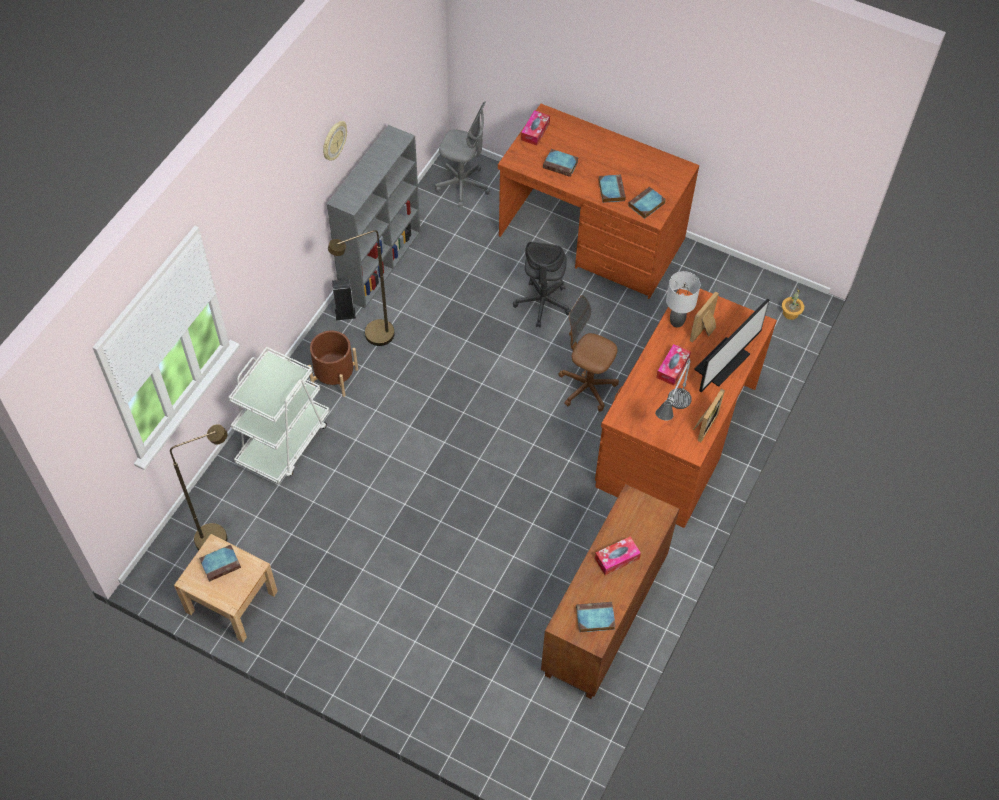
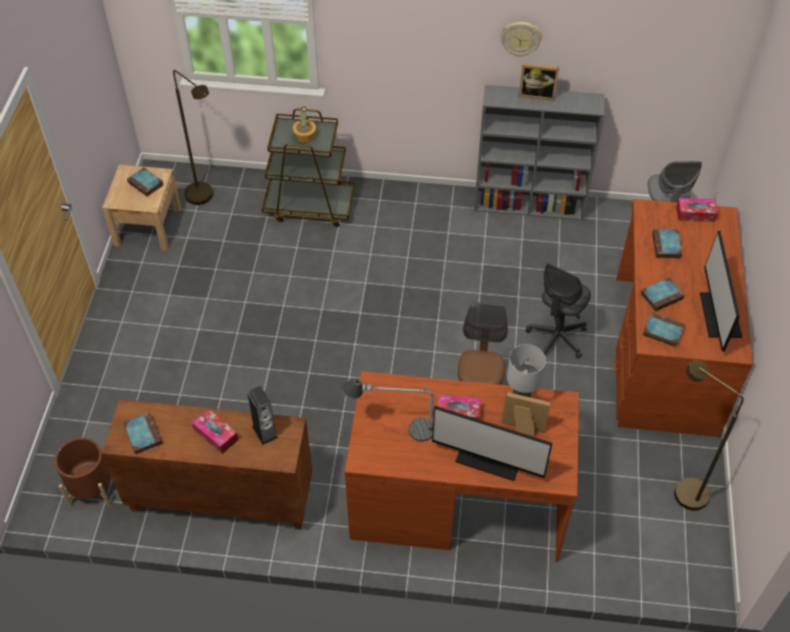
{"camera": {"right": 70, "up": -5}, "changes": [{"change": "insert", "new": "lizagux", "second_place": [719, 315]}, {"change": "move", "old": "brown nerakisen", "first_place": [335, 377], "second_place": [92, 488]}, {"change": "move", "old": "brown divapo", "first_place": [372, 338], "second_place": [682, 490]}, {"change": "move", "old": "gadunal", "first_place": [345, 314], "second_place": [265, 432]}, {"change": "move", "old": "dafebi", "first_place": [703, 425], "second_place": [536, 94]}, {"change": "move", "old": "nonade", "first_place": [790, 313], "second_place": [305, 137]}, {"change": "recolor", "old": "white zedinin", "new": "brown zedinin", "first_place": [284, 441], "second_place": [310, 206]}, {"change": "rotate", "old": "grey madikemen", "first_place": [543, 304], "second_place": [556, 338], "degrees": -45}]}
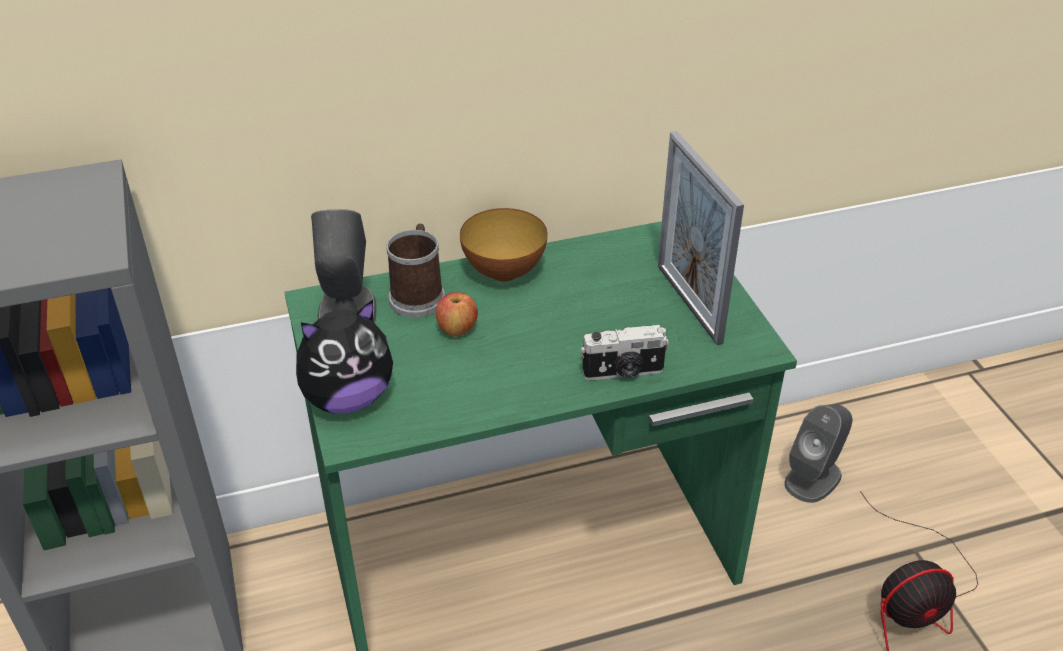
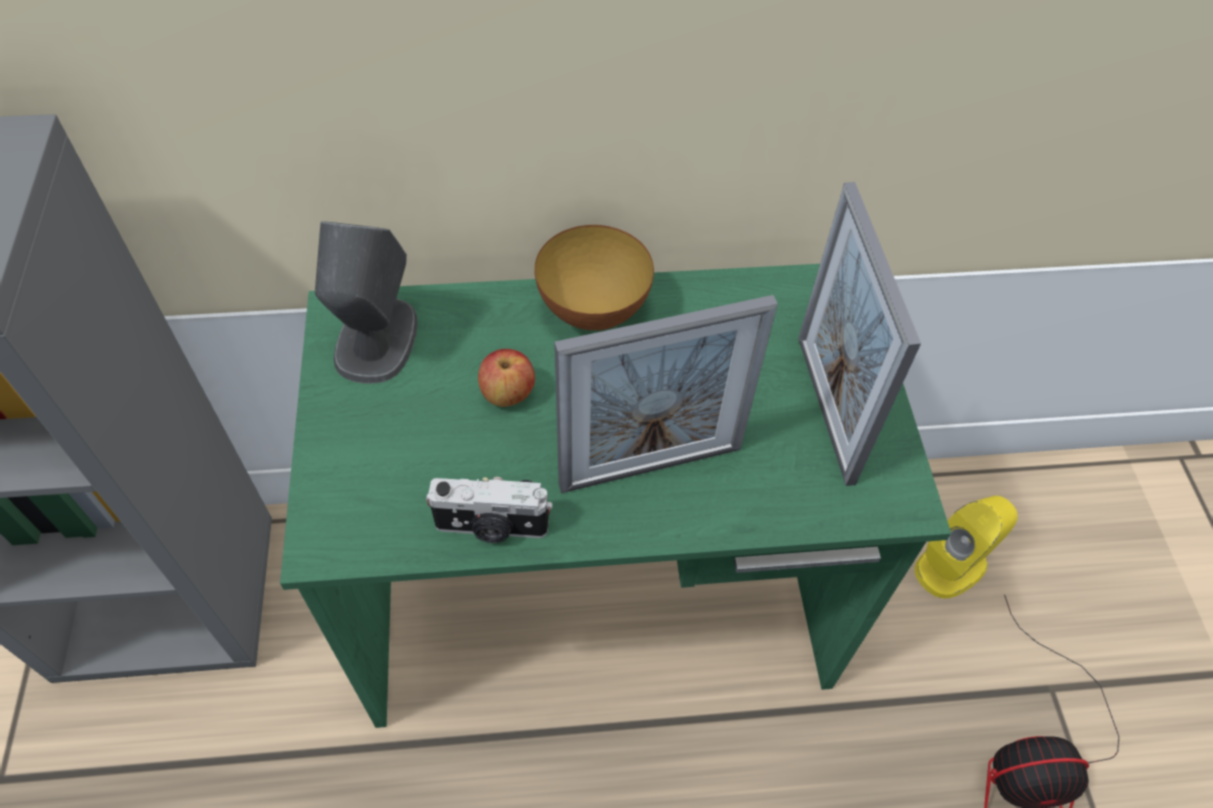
{"camera": {"right": 10, "up": 15}, "changes": [{"change": "delete", "old": "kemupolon", "first_place": [347, 398]}, {"change": "delete", "old": "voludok", "first_place": [418, 295]}, {"change": "insert", "new": "dafebi", "second_place": [650, 467]}, {"change": "move", "old": "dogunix", "first_place": [623, 372], "second_place": [491, 527]}, {"change": "recolor", "old": "grey gadunal", "new": "yellow gadunal", "first_place": [813, 478], "second_place": [951, 566]}]}
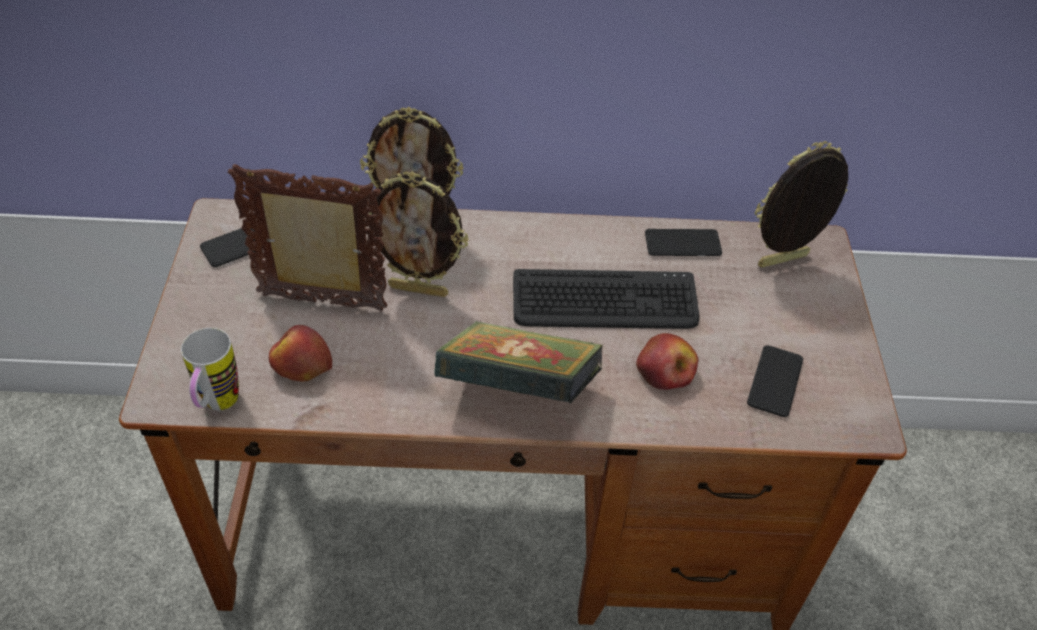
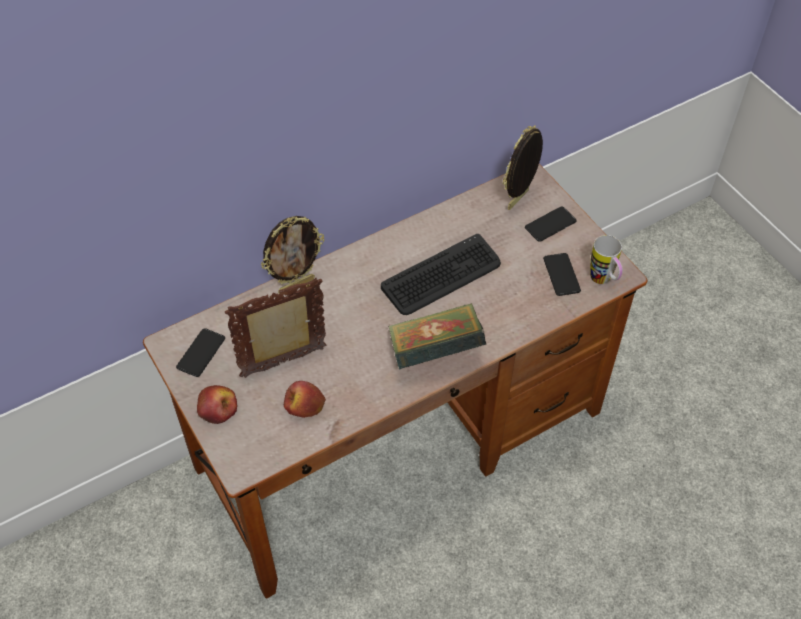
{"camera": {"right": -30, "up": 5}, "changes": [{"change": "delete", "old": "dafebi", "first_place": [419, 289]}, {"change": "move", "old": "voludok", "first_place": [217, 406], "second_place": [604, 281]}, {"change": "move", "old": "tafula", "first_place": [665, 370], "second_place": [218, 408]}, {"change": "move", "old": "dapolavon", "first_place": [682, 244], "second_place": [550, 224]}]}
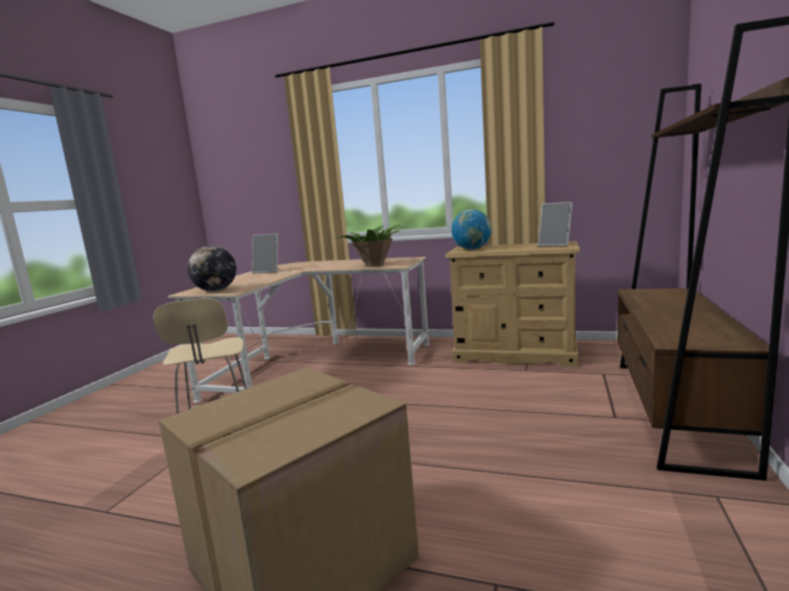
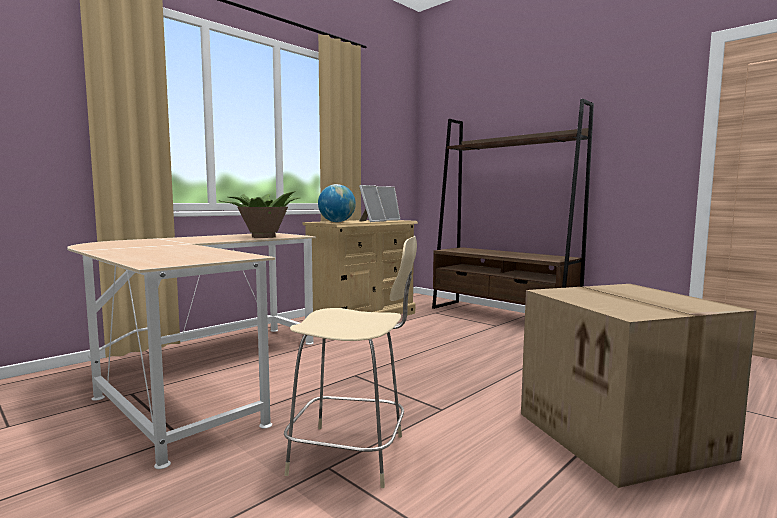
{"camera": {"right": -65, "up": -5}, "changes": [{"change": "delete", "old": "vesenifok", "first_place": [216, 290]}, {"change": "move", "old": "dafebi", "first_place": [268, 271], "second_place": [371, 221]}]}
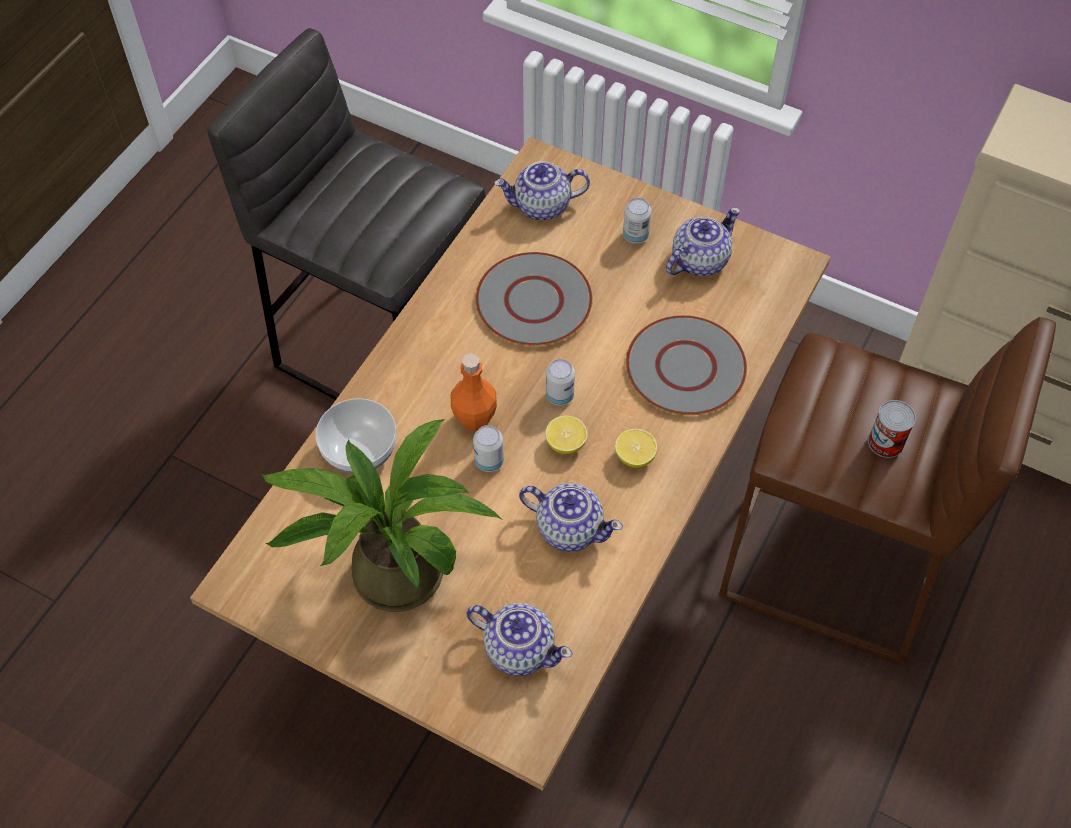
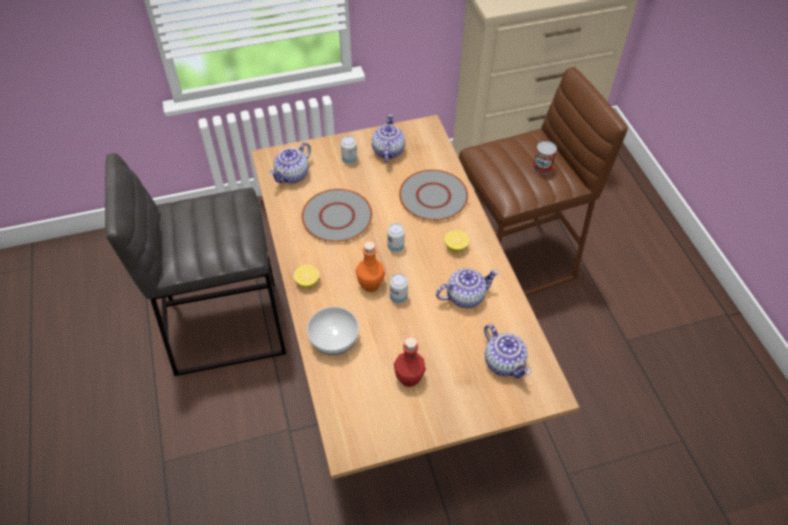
{"camera": {"right": -45, "up": -5}, "changes": [{"change": "move", "old": "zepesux", "first_place": [566, 443], "second_place": [307, 282]}, {"change": "replace", "old": "nonade", "new": "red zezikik", "first_place": [388, 567], "second_place": [409, 378]}, {"change": "rotate", "old": "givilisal", "first_place": [519, 648], "second_place": [504, 361], "degrees": 75}]}
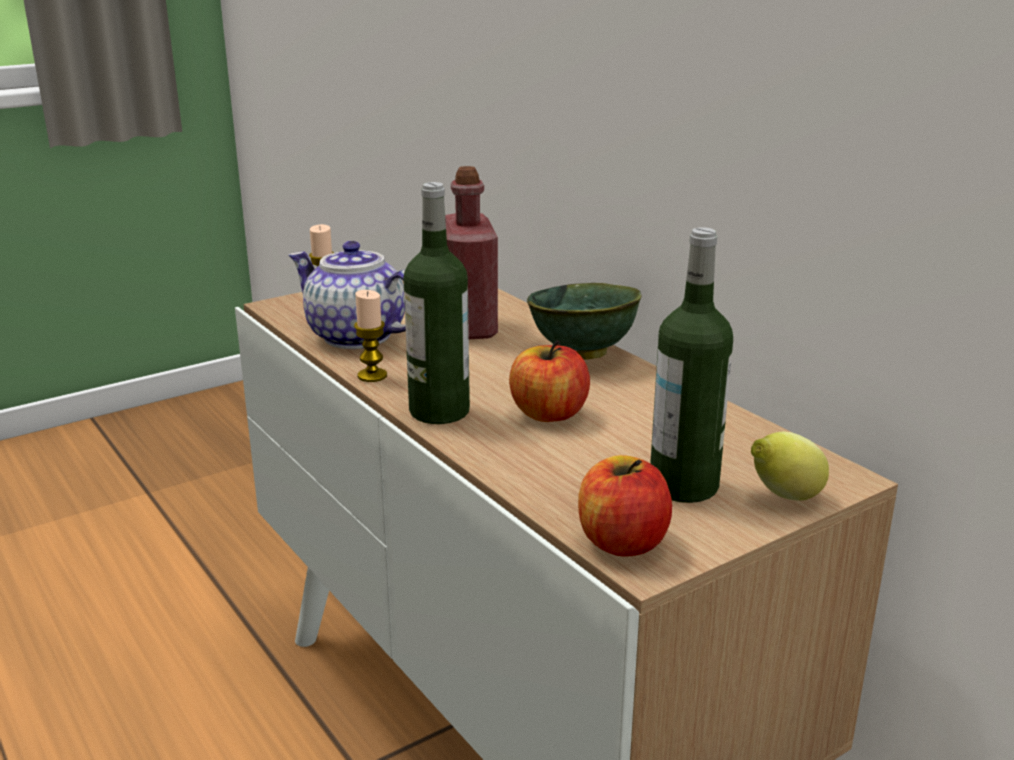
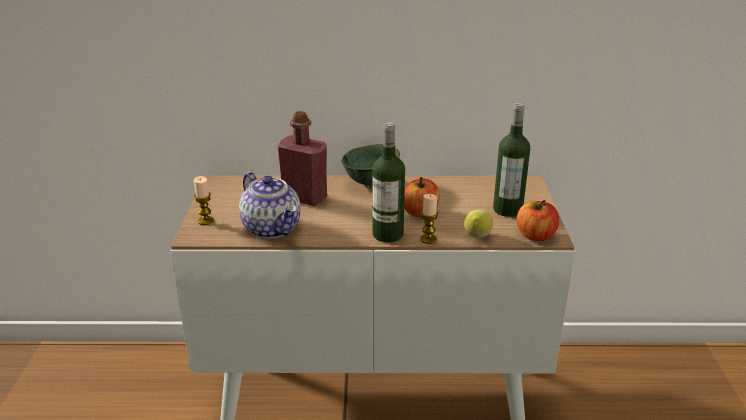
{"camera": {"right": -55, "up": 5}, "changes": [{"change": "move", "old": "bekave", "first_place": [372, 376], "second_place": [428, 239]}, {"change": "move", "old": "zepesux", "first_place": [783, 498], "second_place": [477, 238]}, {"change": "rotate", "old": "givilisal", "first_place": [355, 336], "second_place": [272, 228], "degrees": -105}]}
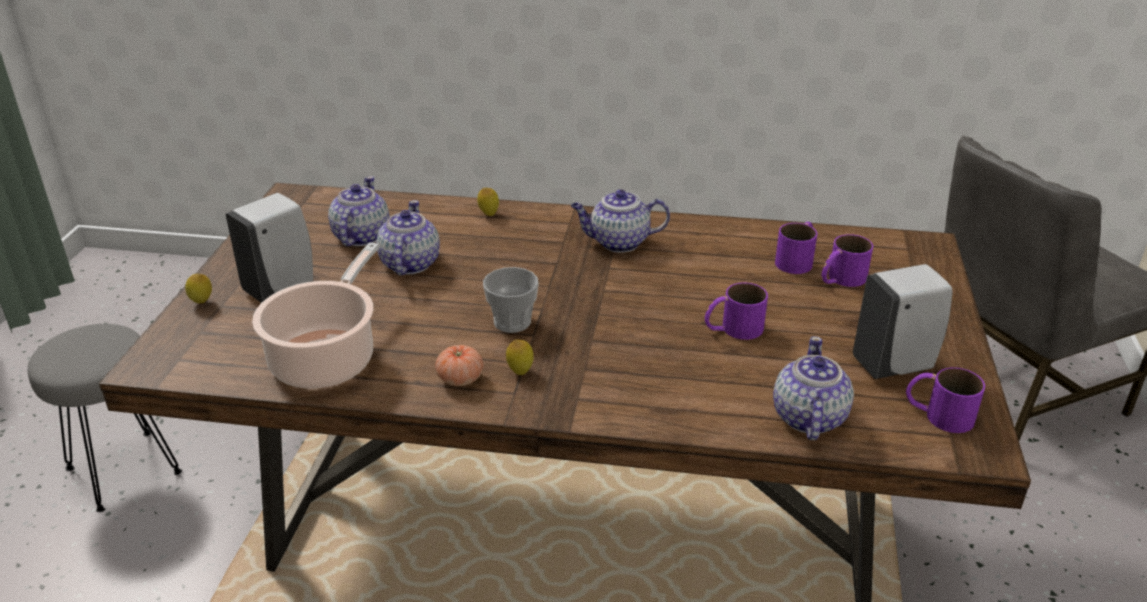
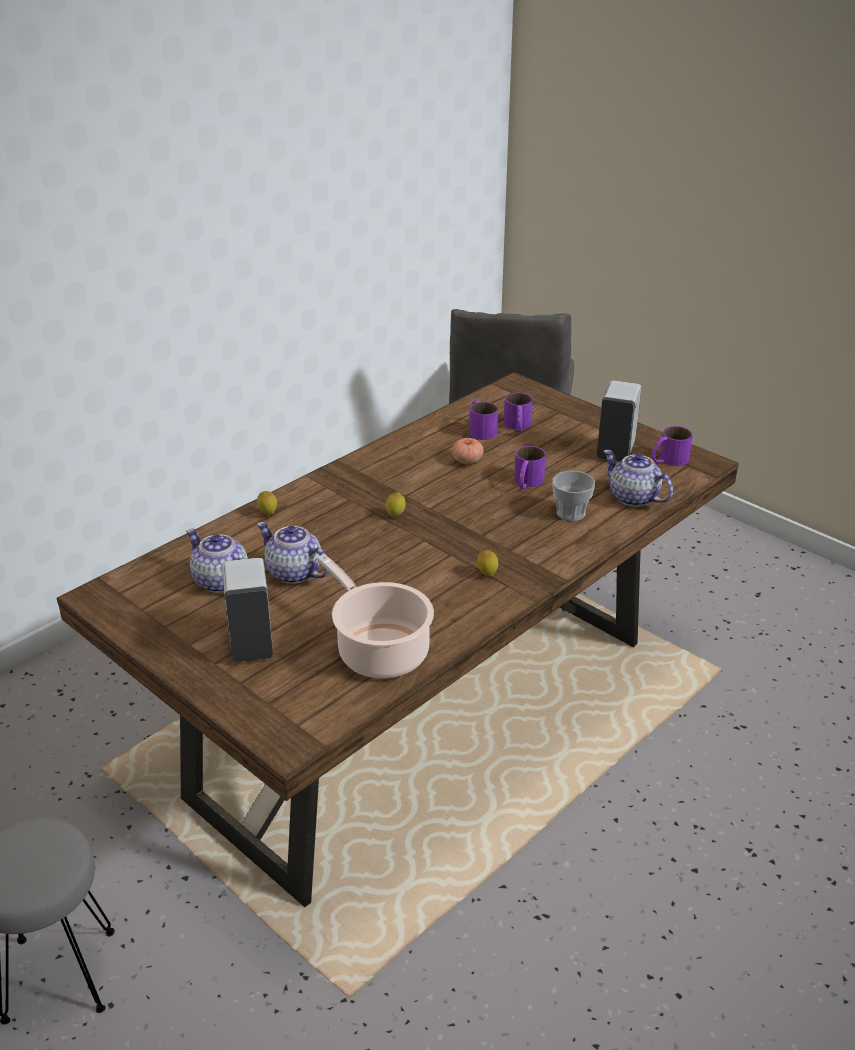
{"camera": {"right": -55, "up": 0}, "changes": [{"change": "delete", "old": "givilisal", "first_place": [618, 243]}, {"change": "move", "old": "zepesux", "first_place": [202, 303], "second_place": [395, 516]}, {"change": "move", "old": "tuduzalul", "first_place": [460, 379], "second_place": [467, 460]}, {"change": "move", "old": "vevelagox", "first_place": [512, 322], "second_place": [571, 513]}]}
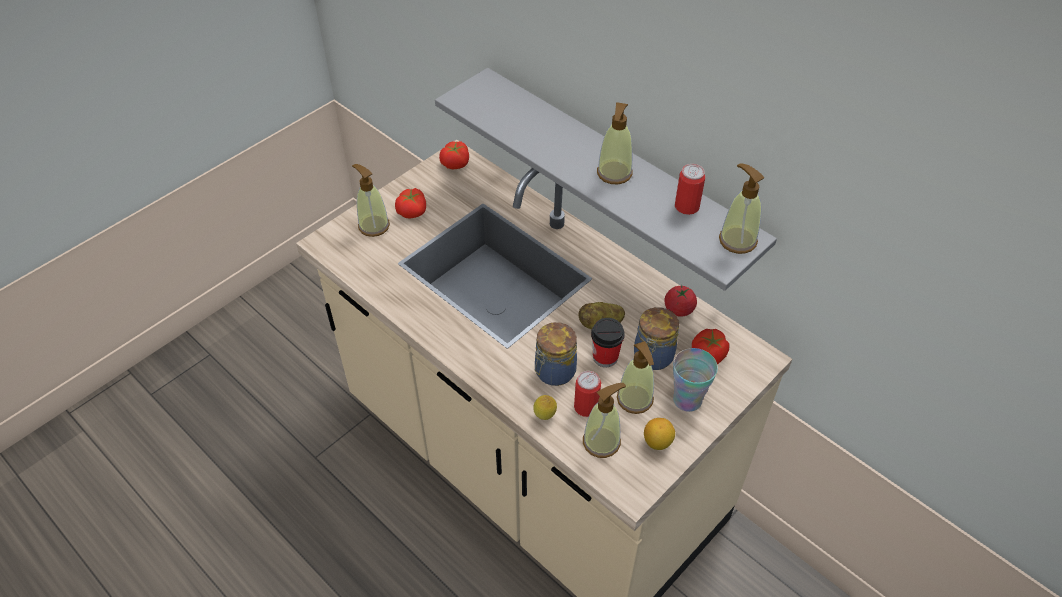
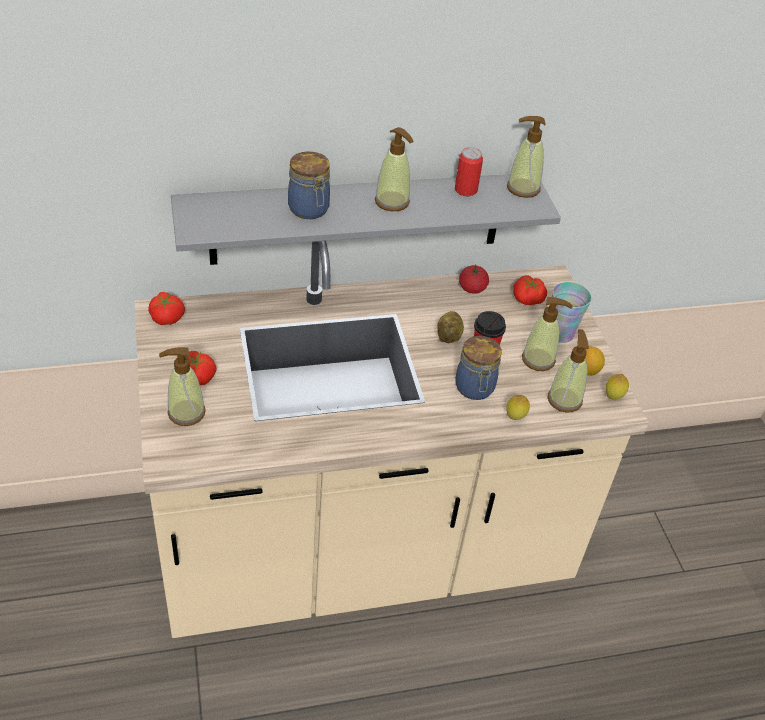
{"camera": {"right": -60, "up": -5}, "changes": [{"change": "delete", "old": "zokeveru", "first_place": [586, 407]}, {"change": "insert", "new": "zepesux", "second_place": [613, 397]}, {"change": "move", "old": "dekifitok", "first_place": [652, 357], "second_place": [309, 210]}]}
